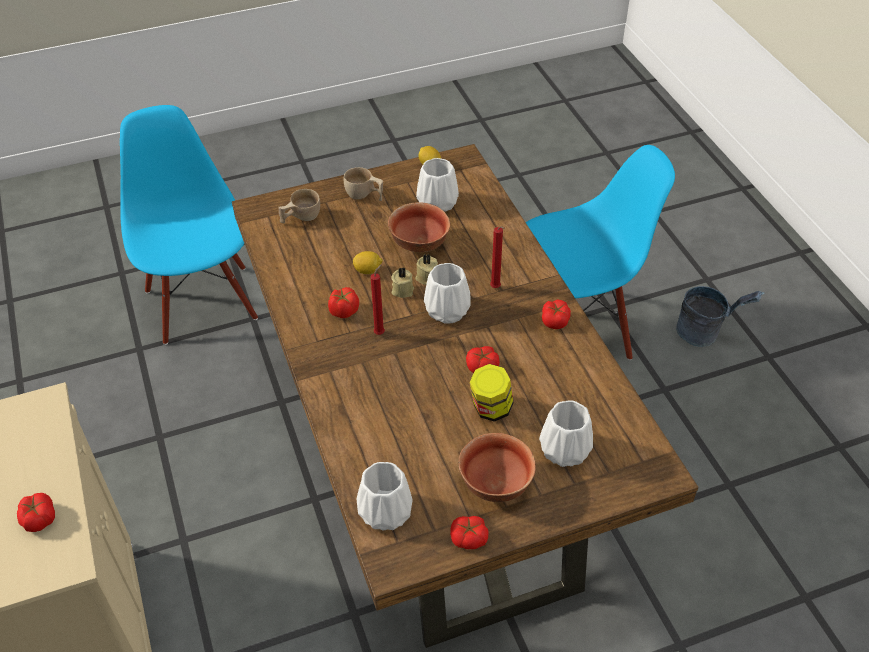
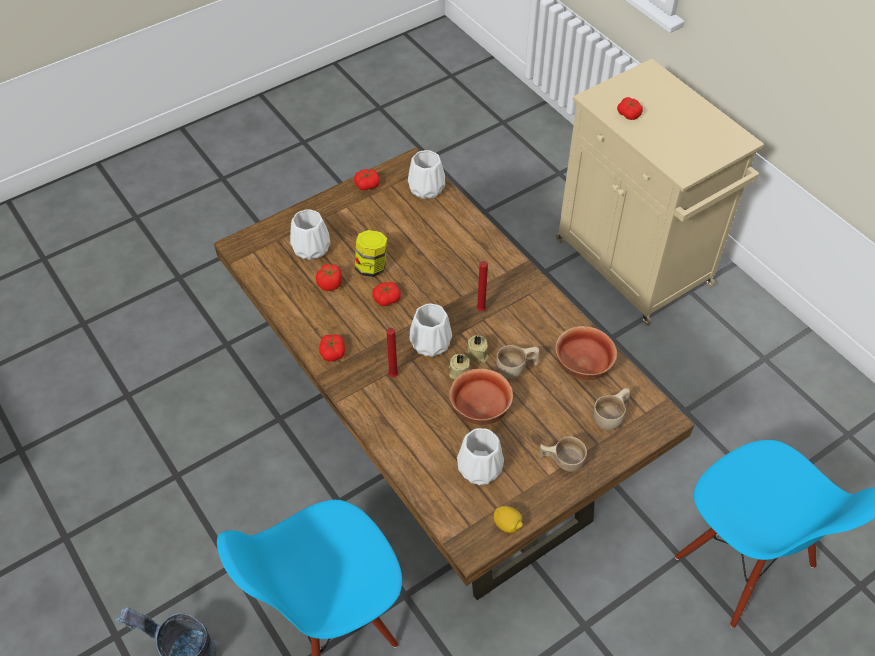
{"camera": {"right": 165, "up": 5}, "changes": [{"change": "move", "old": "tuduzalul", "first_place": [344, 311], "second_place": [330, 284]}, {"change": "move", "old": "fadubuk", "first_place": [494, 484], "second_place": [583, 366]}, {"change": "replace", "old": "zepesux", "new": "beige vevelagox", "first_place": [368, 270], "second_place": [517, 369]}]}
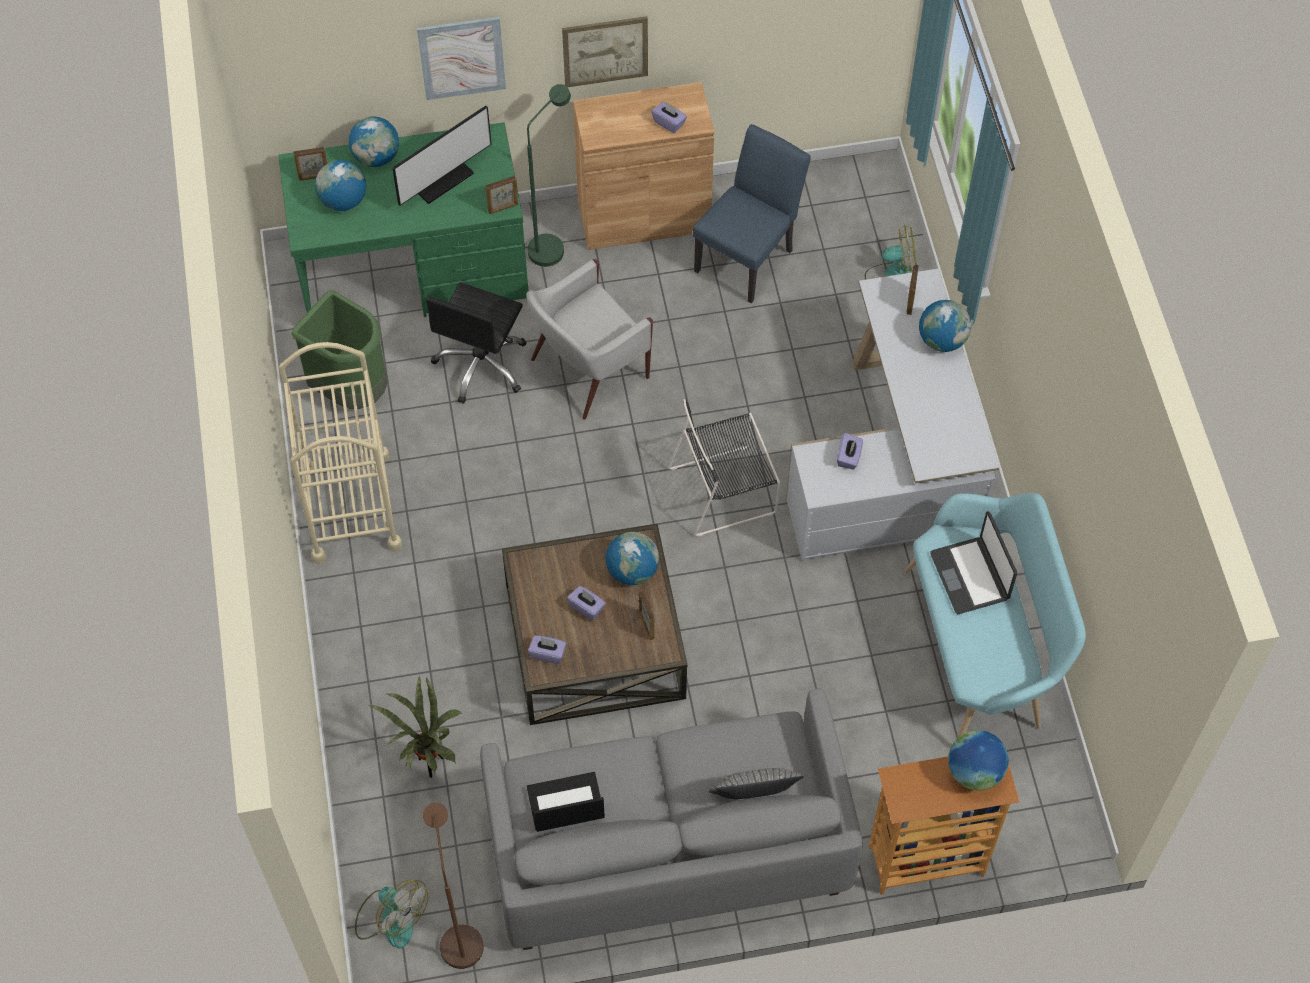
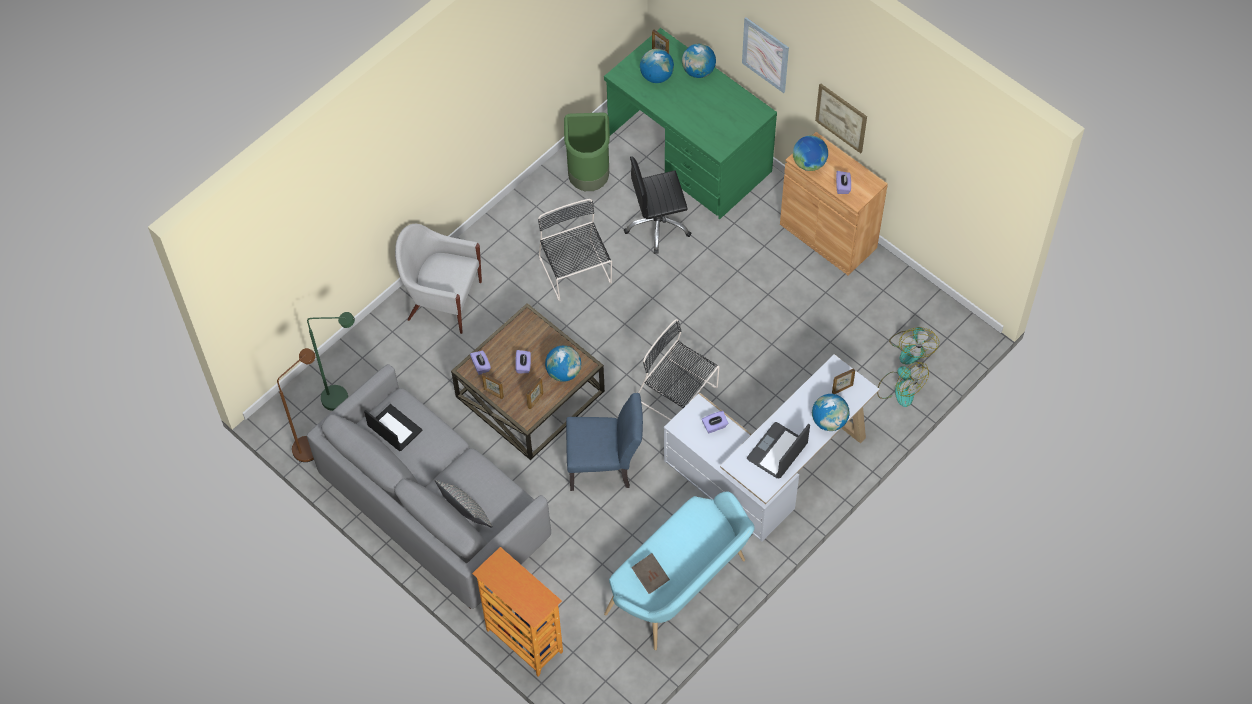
{"camera": {"right": 55, "up": 0}, "changes": [{"change": "delete", "old": "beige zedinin", "first_place": [351, 507]}, {"change": "delete", "old": "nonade", "first_place": [430, 765]}, {"change": "delete", "old": "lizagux", "first_place": [443, 180]}, {"change": "insert", "new": "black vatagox", "second_place": [576, 272]}, {"change": "insert", "new": "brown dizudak", "second_place": [650, 577]}, {"change": "move", "old": "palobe", "first_place": [390, 918], "second_place": [912, 347]}, {"change": "move", "old": "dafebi", "first_place": [503, 208], "second_place": [493, 393]}, {"change": "move", "old": "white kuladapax", "first_place": [587, 369], "second_place": [443, 300]}, {"change": "move", "old": "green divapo", "first_place": [551, 244], "second_place": [343, 397]}, {"change": "move", "old": "blue vatagox", "first_place": [749, 256], "second_place": [605, 466]}, {"change": "move", "old": "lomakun", "first_place": [970, 576], "second_place": [778, 451]}, {"change": "move", "old": "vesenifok", "first_place": [974, 772], "second_place": [809, 163]}]}
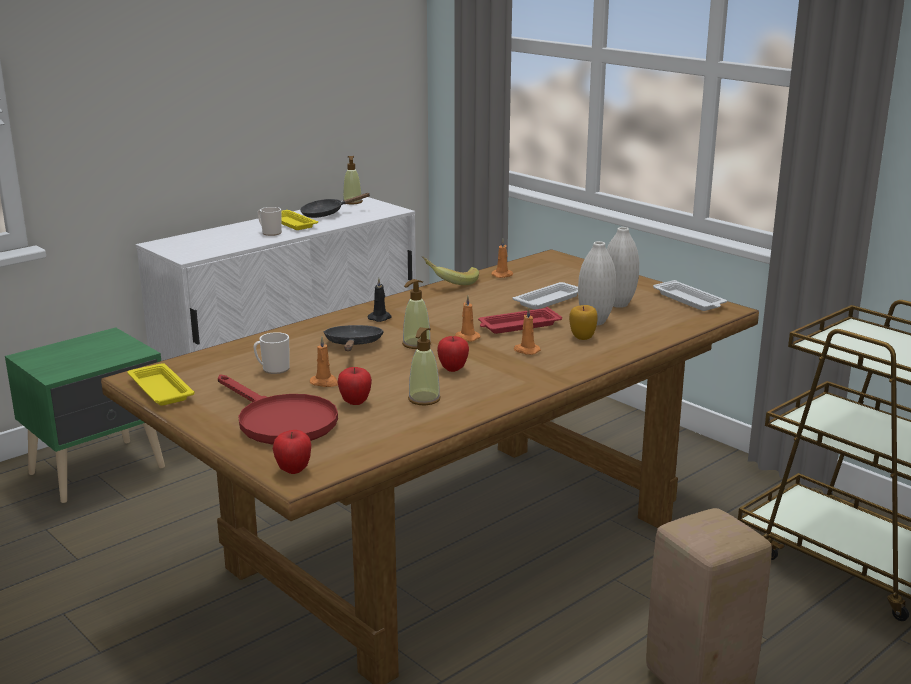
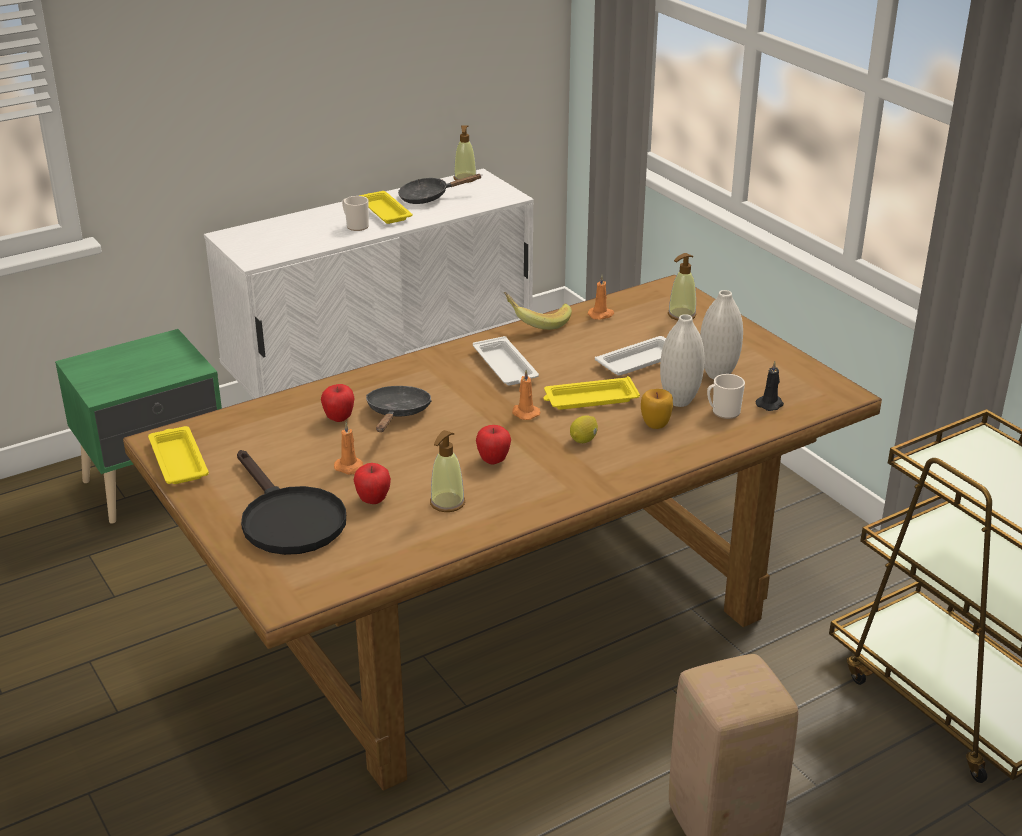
{"camera": {"right": 10, "up": 10}, "changes": [{"change": "move", "old": "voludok", "first_place": [273, 369], "second_place": [723, 412]}, {"change": "move", "old": "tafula", "first_place": [293, 470], "second_place": [339, 418]}, {"change": "move", "old": "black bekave", "first_place": [380, 318], "second_place": [770, 404]}, {"change": "move", "old": "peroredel", "first_place": [416, 344], "second_place": [681, 315]}, {"change": "move", "old": "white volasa", "first_place": [690, 300], "second_place": [506, 367]}, {"change": "replace", "old": "orange bekave", "new": "zepesux", "first_place": [526, 350], "second_place": [584, 440]}, {"change": "recolor", "old": "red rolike", "new": "black rolike", "first_place": [279, 421], "second_place": [287, 519]}, {"change": "recolor", "old": "red volasa", "new": "yellow volasa", "first_place": [518, 325], "second_place": [589, 399]}]}
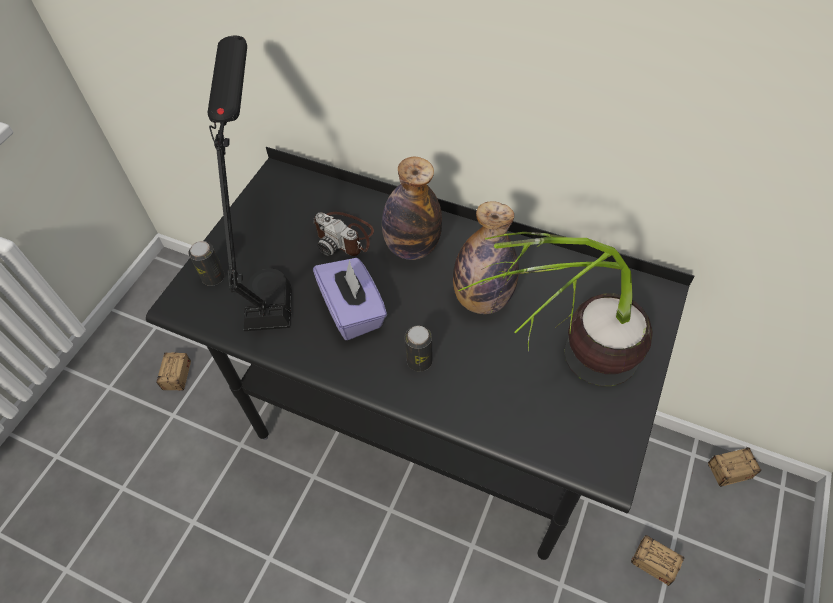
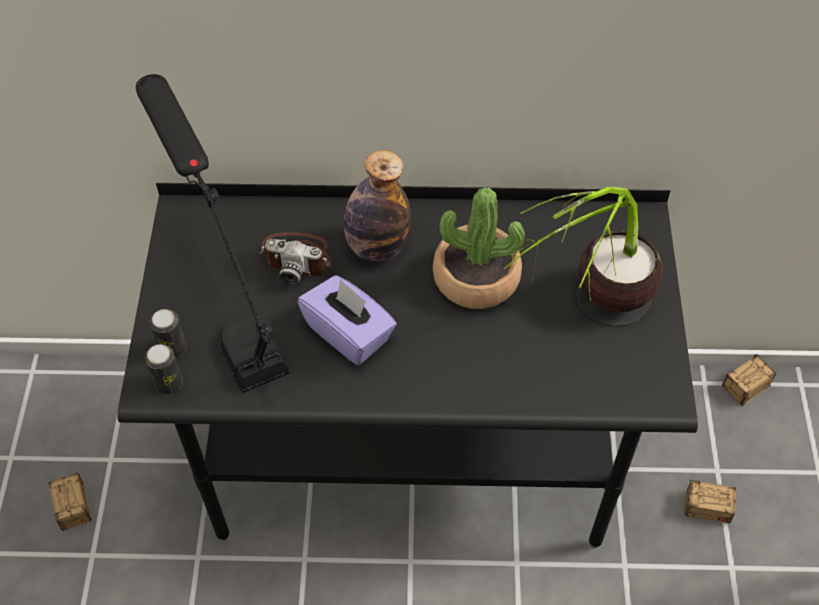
{"camera": {"right": -25, "up": 0}, "changes": [{"change": "move", "old": "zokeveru", "first_place": [419, 361], "second_place": [169, 383]}, {"change": "replace", "old": "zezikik", "new": "nonade", "first_place": [482, 299], "second_place": [476, 278]}]}
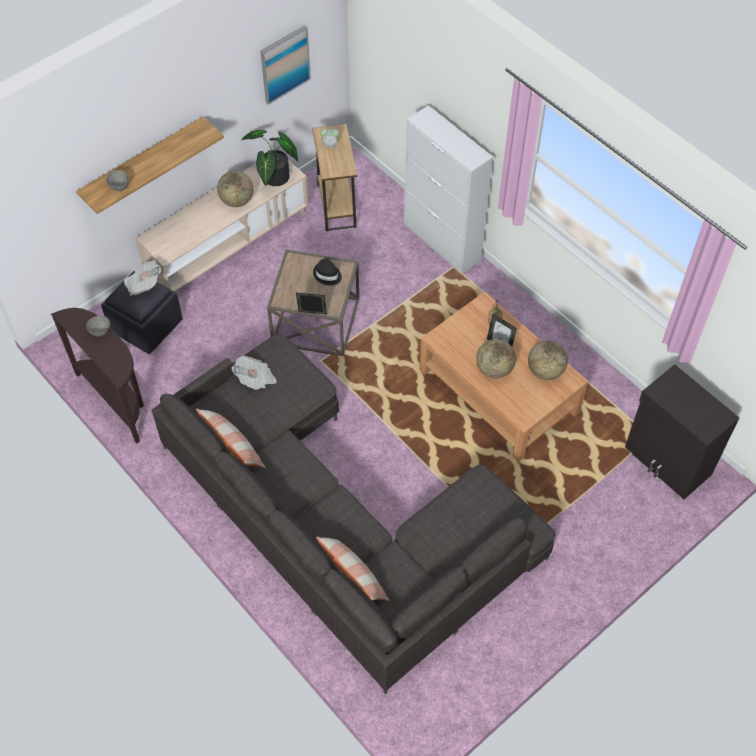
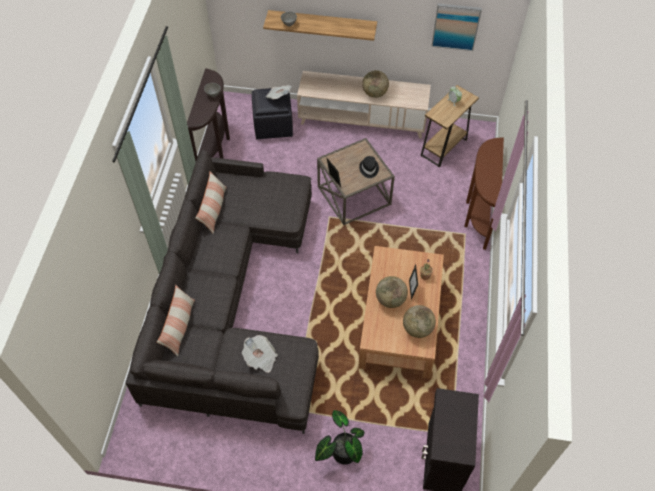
{"camera": {"right": 50, "up": 0}, "changes": [{"change": "move", "old": "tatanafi", "first_place": [255, 379], "second_place": [260, 358]}, {"change": "move", "old": "nonade", "first_place": [273, 179], "second_place": [341, 452]}, {"change": "replace", "old": "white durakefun", "new": "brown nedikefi", "first_place": [442, 242], "second_place": [476, 216]}]}
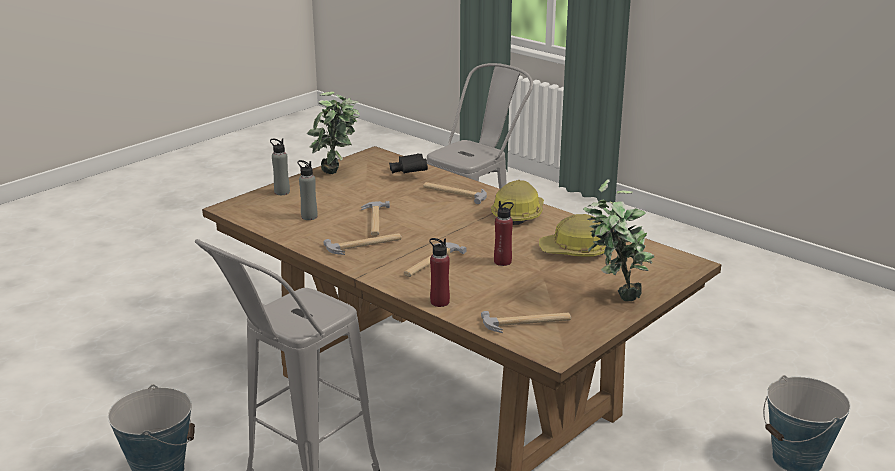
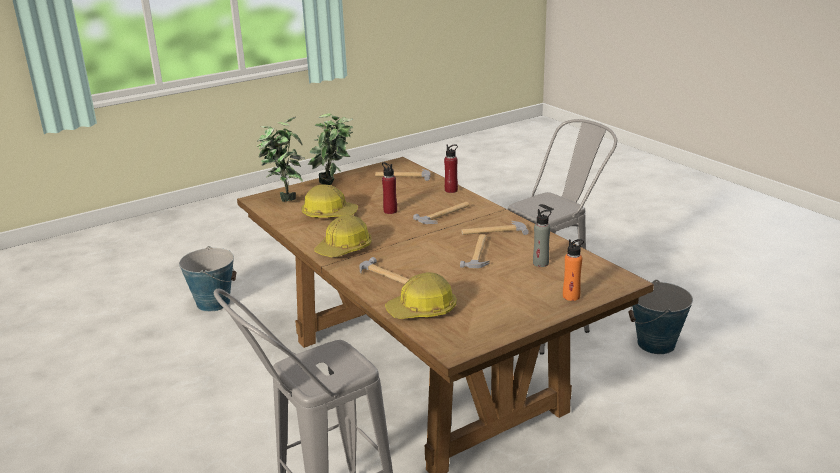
{"camera": {"right": -165, "up": 0}, "changes": [{"change": "move", "old": "nonade", "first_place": [337, 175], "second_place": [285, 198]}, {"change": "replace", "old": "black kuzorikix", "new": "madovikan", "first_place": [408, 173], "second_place": [422, 310]}, {"change": "recolor", "old": "grey zezikik", "new": "orange zezikik", "first_place": [282, 192], "second_place": [571, 296]}]}
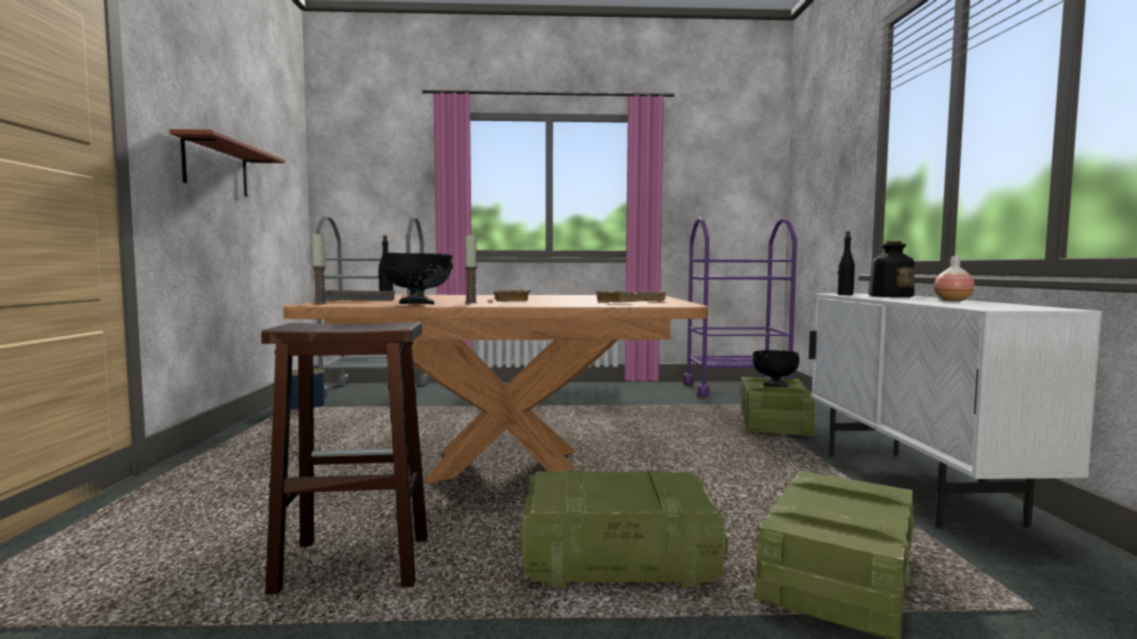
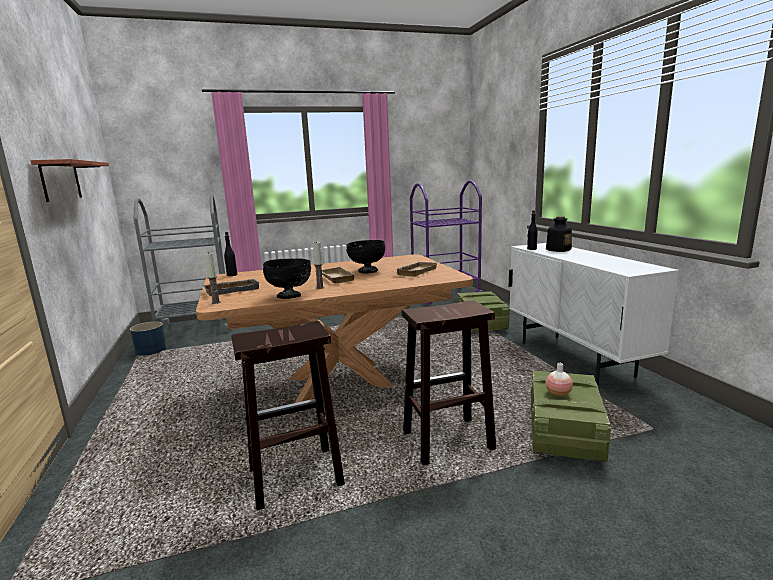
{"camera": {"right": -15, "up": 10}, "changes": [{"change": "move", "old": "black fadubuk", "first_place": [774, 386], "second_place": [367, 271]}, {"change": "move", "old": "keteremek", "first_place": [953, 300], "second_place": [558, 393]}, {"change": "replace", "old": "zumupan", "new": "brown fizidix", "first_place": [615, 561], "second_place": [446, 441]}]}
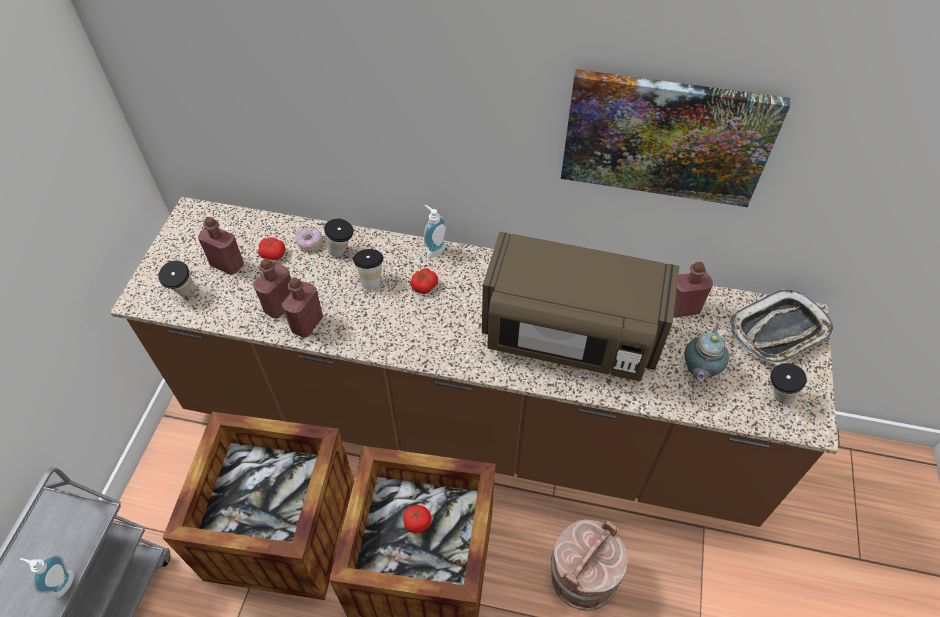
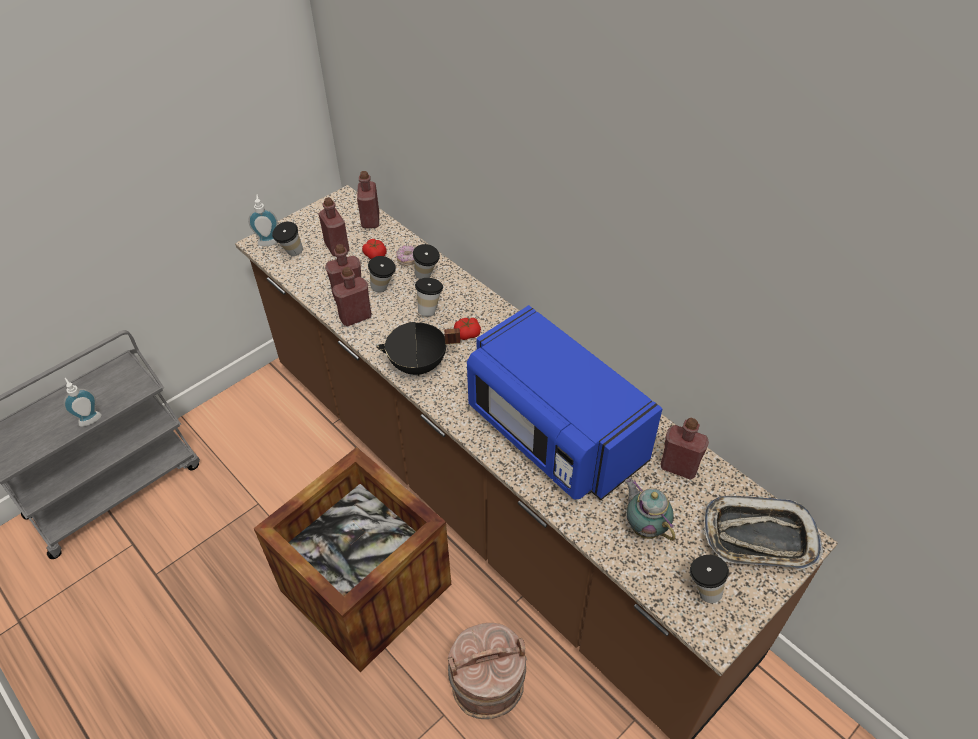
{"camera": {"right": 35, "up": -5}, "changes": [{"change": "delete", "old": "zumupan", "first_place": [281, 529]}, {"change": "delete", "old": "tuduzalul", "first_place": [418, 523]}, {"change": "delete", "old": "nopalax", "first_place": [666, 137]}, {"change": "insert", "new": "red zezikik", "second_place": [370, 220]}, {"change": "insert", "new": "vevelagox", "second_place": [384, 289]}, {"change": "insert", "new": "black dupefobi", "second_place": [418, 365]}, {"change": "move", "old": "peroredel", "first_place": [434, 249], "second_place": [268, 241]}, {"change": "recolor", "old": "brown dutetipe", "new": "blue dutetipe", "first_place": [570, 335], "second_place": [553, 433]}, {"change": "rotate", "old": "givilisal", "first_place": [698, 371], "second_place": [644, 526], "degrees": 90}]}
